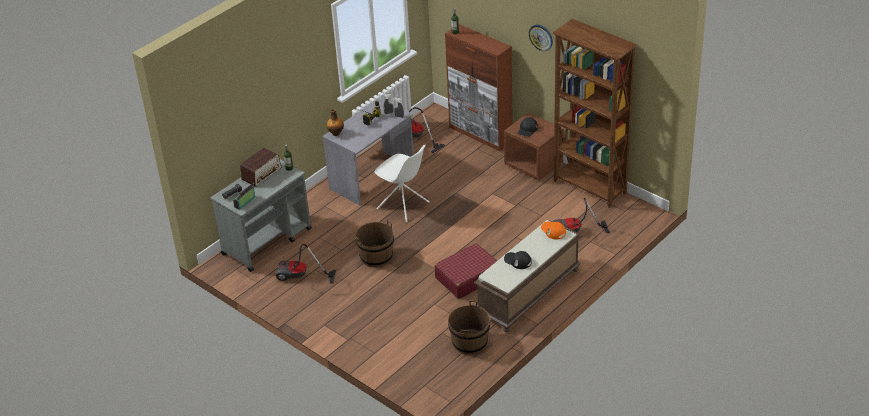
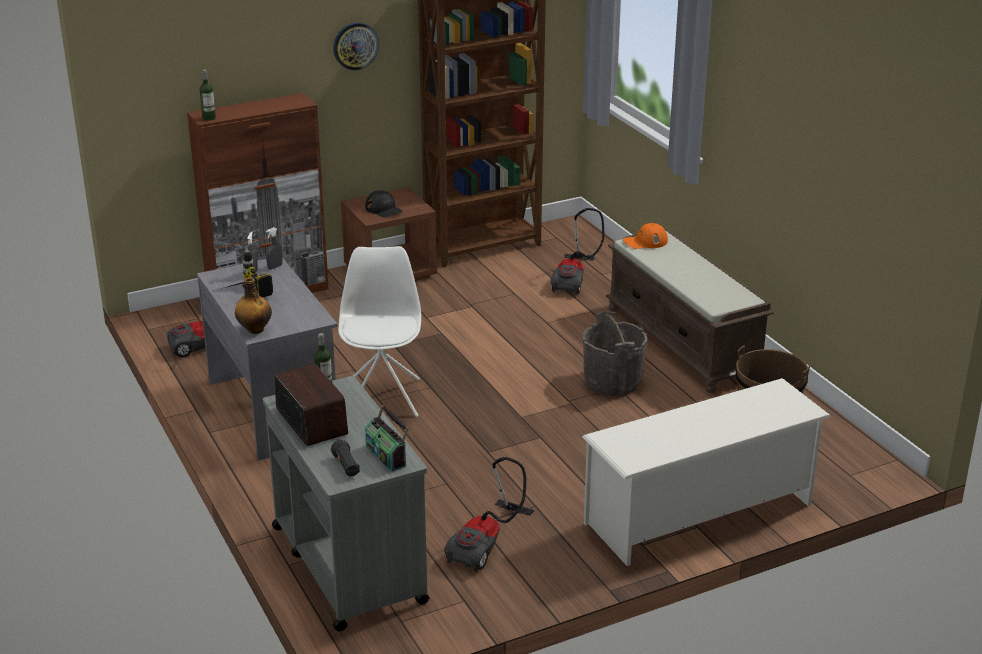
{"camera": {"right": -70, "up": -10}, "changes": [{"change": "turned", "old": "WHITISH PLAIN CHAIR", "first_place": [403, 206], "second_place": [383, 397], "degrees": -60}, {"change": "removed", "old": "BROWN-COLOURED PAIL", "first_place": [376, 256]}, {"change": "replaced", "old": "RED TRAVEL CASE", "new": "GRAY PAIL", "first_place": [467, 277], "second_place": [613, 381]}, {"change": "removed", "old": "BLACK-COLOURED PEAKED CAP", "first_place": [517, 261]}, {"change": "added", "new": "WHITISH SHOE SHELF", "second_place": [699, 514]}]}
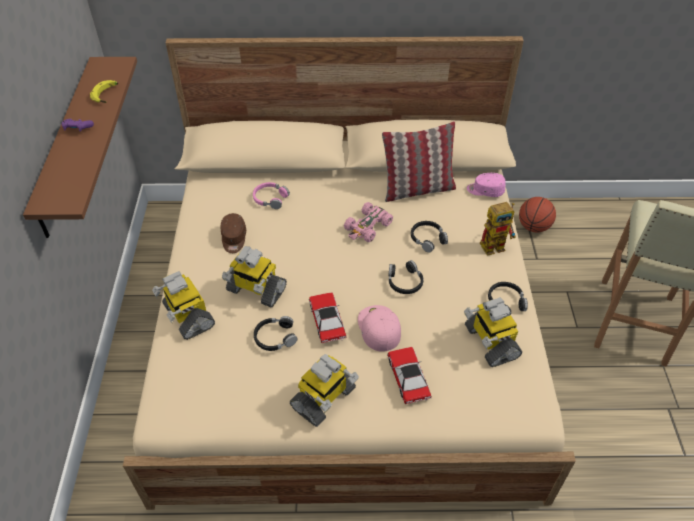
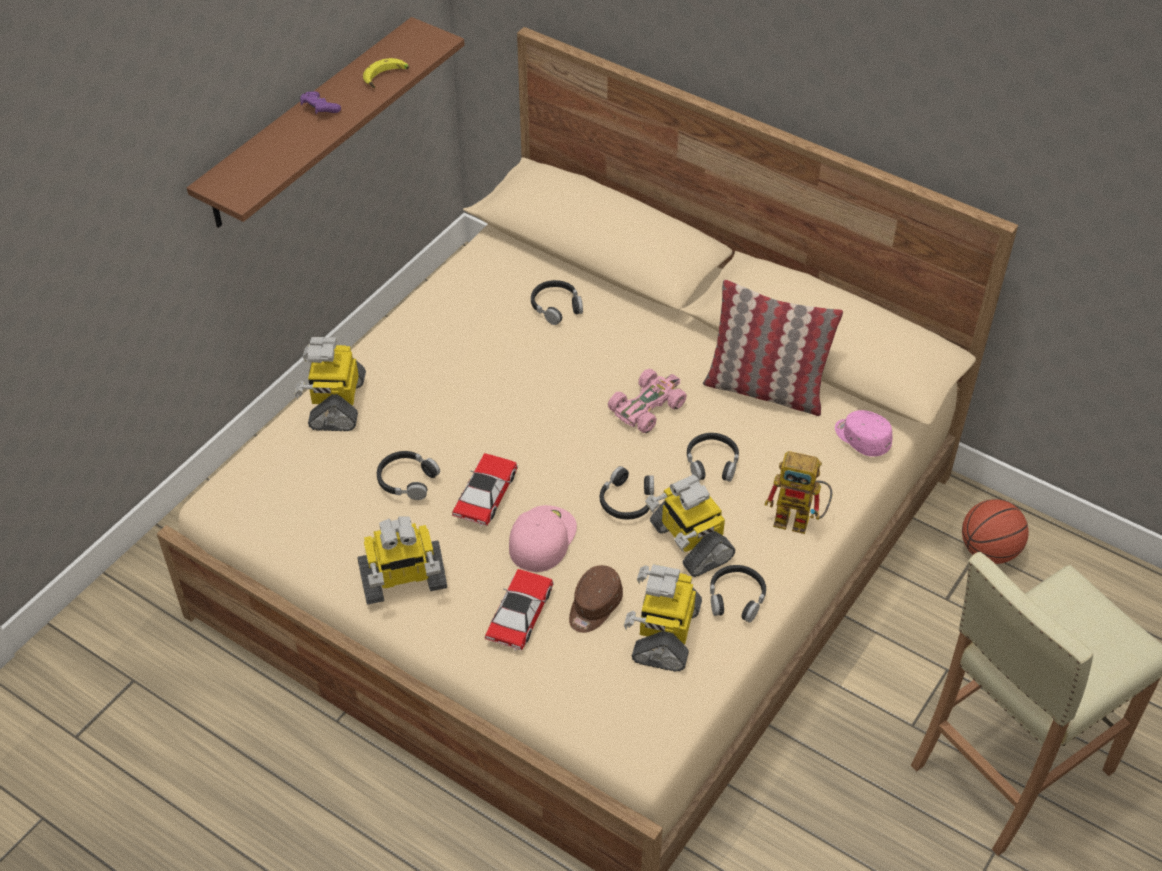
{"camera": {"right": 35, "up": 0}, "changes": [{"change": "recoloured", "old": "PINK-COLOURED HEADPHONES", "new": "BLACK-COLOURED HEADPHONES", "first_place": [270, 198], "second_place": [556, 306]}, {"change": "turned", "old": "PINK-COLOURED MINIATURE CAR", "first_place": [368, 227], "second_place": [647, 406], "degrees": 150}, {"change": "moved", "old": "BROWN-COLOURED PEAKED CAP", "first_place": [234, 238], "second_place": [594, 607]}, {"change": "moved", "old": "MODEL ROBOT", "first_place": [255, 290], "second_place": [689, 542]}]}
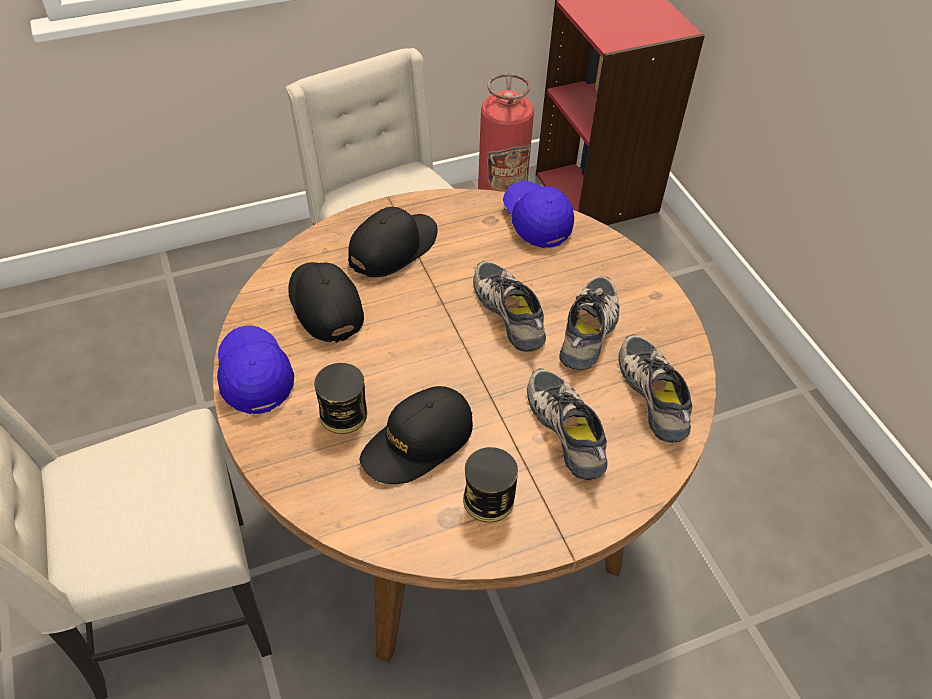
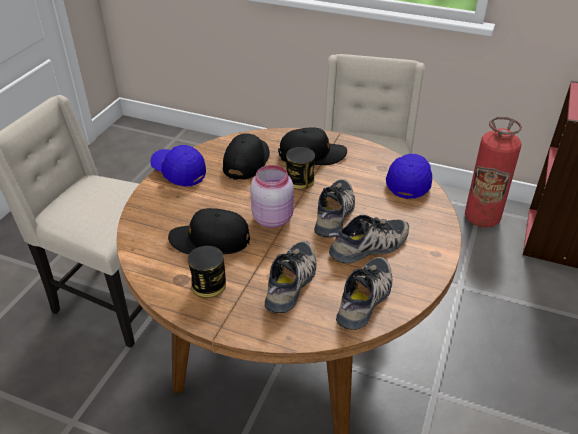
{"camera": {"right": 45, "up": -10}, "changes": [{"change": "turned", "old": "BLUISH PEAKED CAP", "first_place": [254, 376], "second_place": [179, 172], "degrees": -75}, {"change": "moved", "old": "CAN", "first_place": [343, 414], "second_place": [300, 180]}, {"change": "added", "new": "PINK-COLOURED PRESERVE JAR", "second_place": [273, 218]}]}
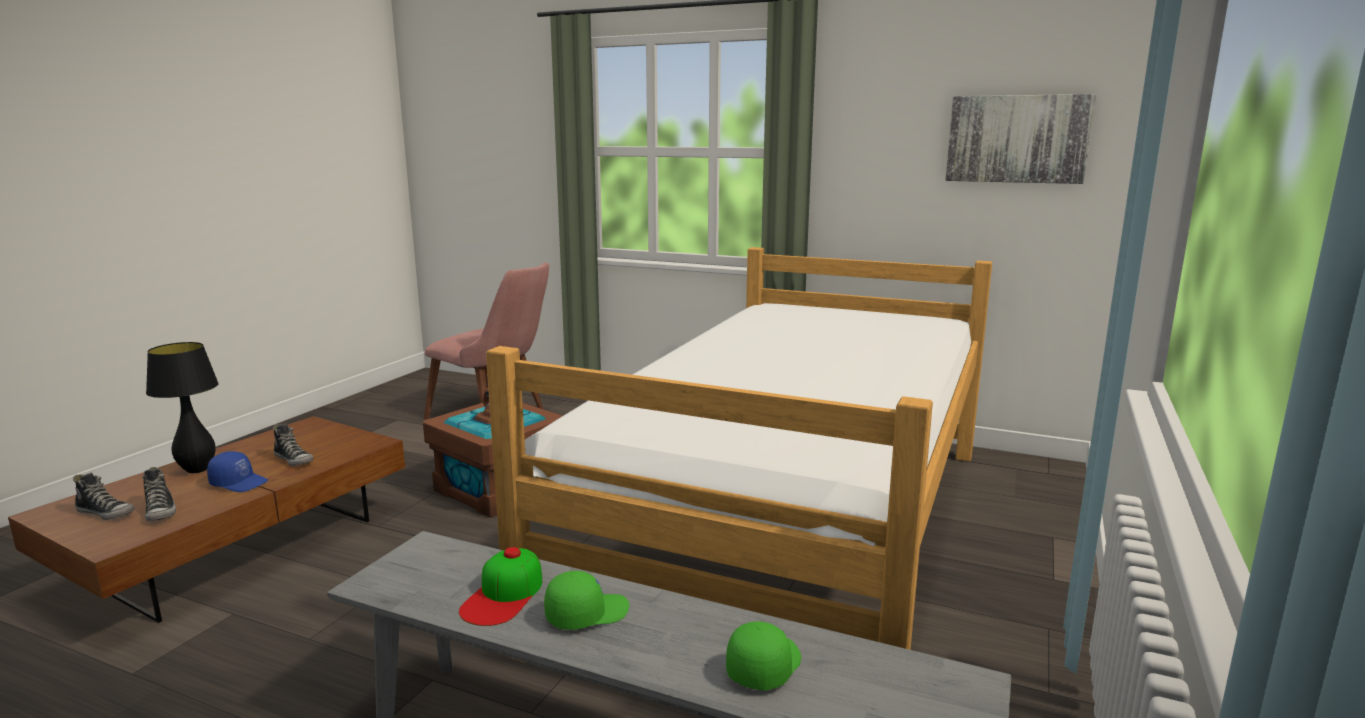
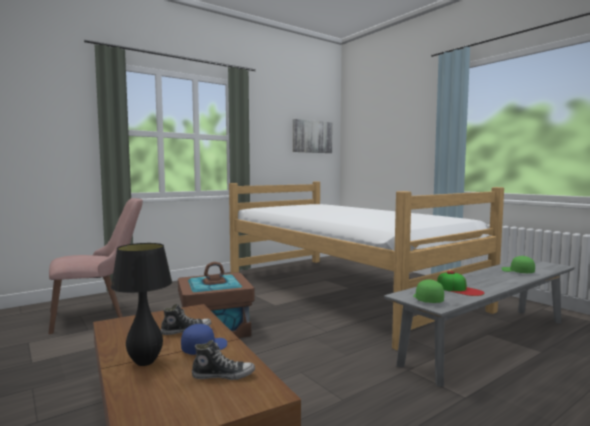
{"camera": {"right": -60, "up": -10}, "changes": [{"change": "removed", "old": "ITEM OF FOOTWEAR", "first_place": [106, 513]}, {"change": "moved", "old": "GREENISH PEAKED CAP", "first_place": [586, 613], "second_place": [427, 299]}]}
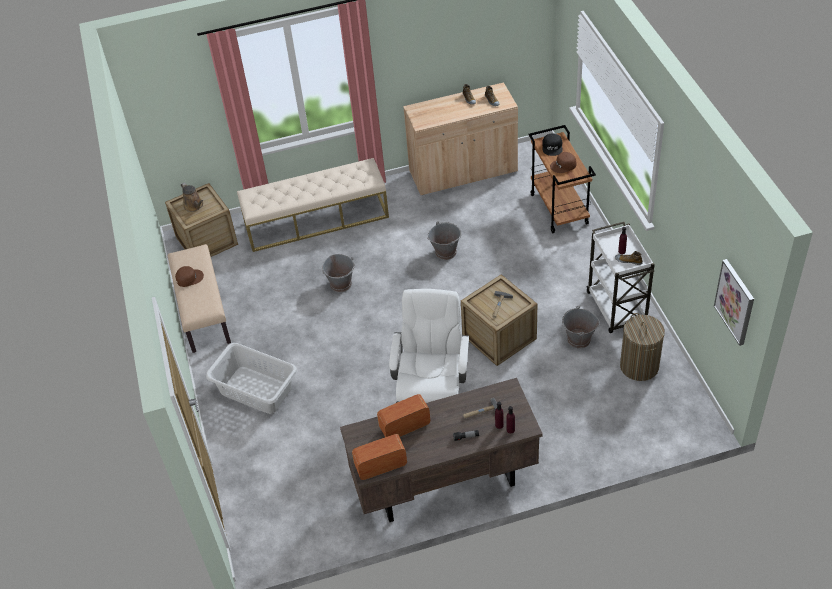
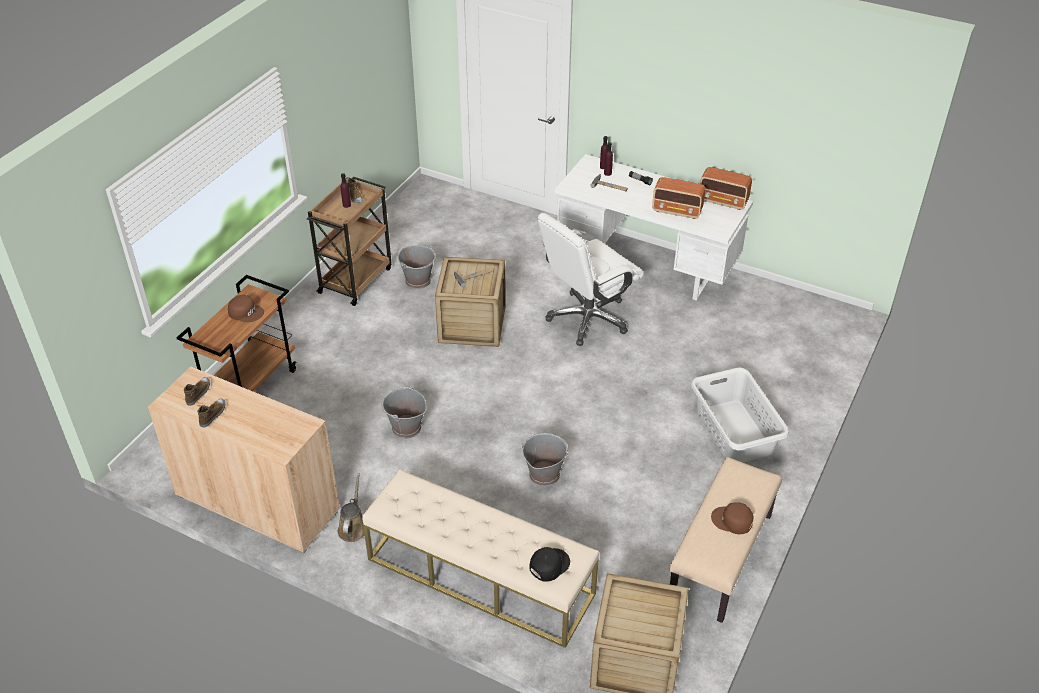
{"camera": {"right": -140, "up": -5}, "changes": [{"change": "moved", "old": "BLACK-COLOURED PEAKED CAP", "first_place": [552, 147], "second_place": [549, 564]}, {"change": "moved", "old": "BROWN-COLOURED WATERING POT", "first_place": [194, 206], "second_place": [353, 527]}, {"change": "recoloured", "old": "WHITISH WHEELED CART", "new": "BROWN-COLOURED WHEELED CART", "first_place": [617, 309], "second_place": [356, 279]}, {"change": "removed", "old": "PICTURE", "first_place": [735, 302]}, {"change": "removed", "old": "LAUNDRY BASKET", "first_place": [639, 366]}, {"change": "recoloured", "old": "BROWN-COLOURED DESK TABLE", "new": "WHITISH DESK TABLE", "first_place": [443, 483], "second_place": [647, 266]}]}
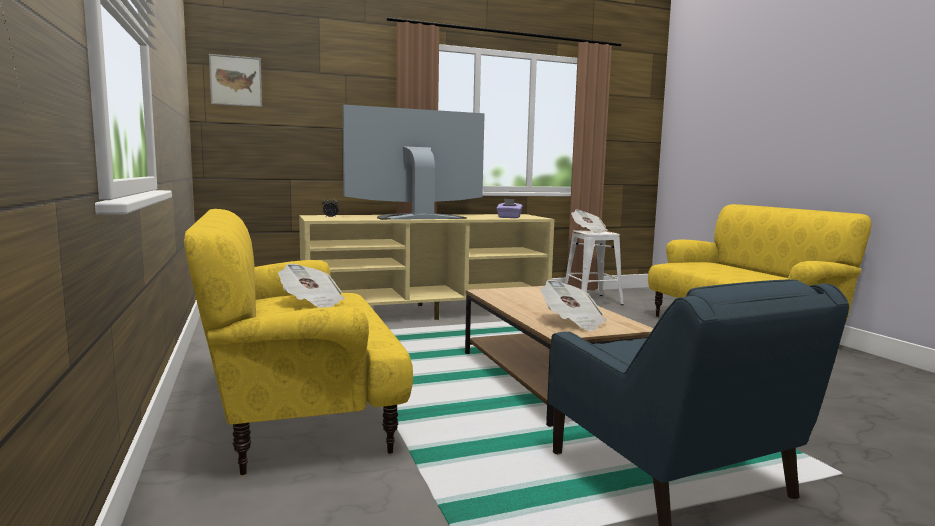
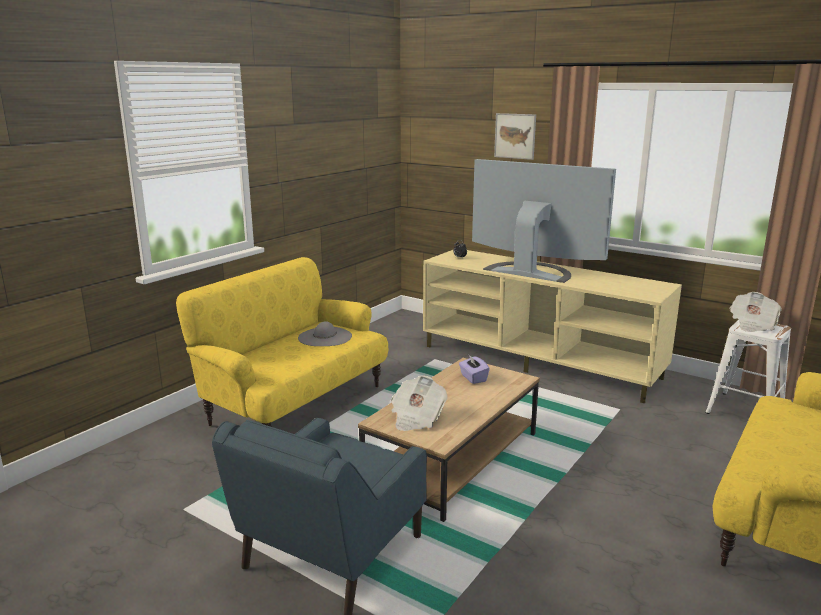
{"camera": {"right": 55, "up": 10}, "changes": [{"change": "moved", "old": "PICTURE", "first_place": [236, 81], "second_place": [515, 136]}, {"change": "moved", "old": "PURPLE TISSUE BOX", "first_place": [509, 217], "second_place": [473, 378]}, {"change": "replaced", "old": "NEWSPAPER", "new": "GRAY HAT", "first_place": [312, 303], "second_place": [325, 337]}]}
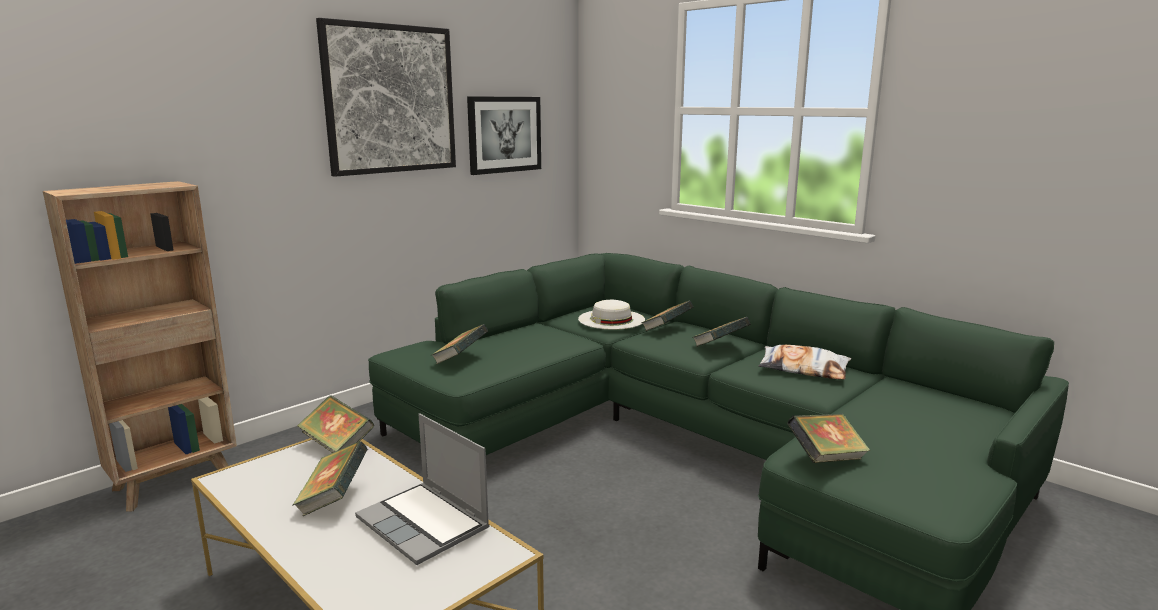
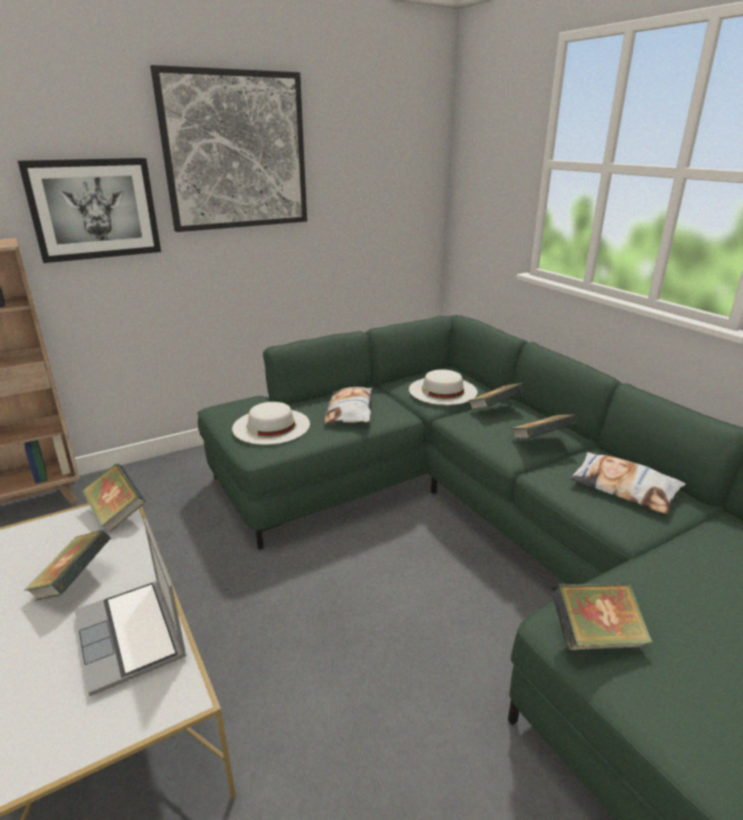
{"camera": {"right": 15, "up": 10}, "changes": [{"change": "moved", "old": "PICTURE", "first_place": [504, 134], "second_place": [94, 209]}, {"change": "replaced", "old": "BOOK", "new": "WHITISH HAT", "first_place": [460, 359], "second_place": [271, 426]}, {"change": "added", "new": "CUSHION", "second_place": [351, 411]}]}
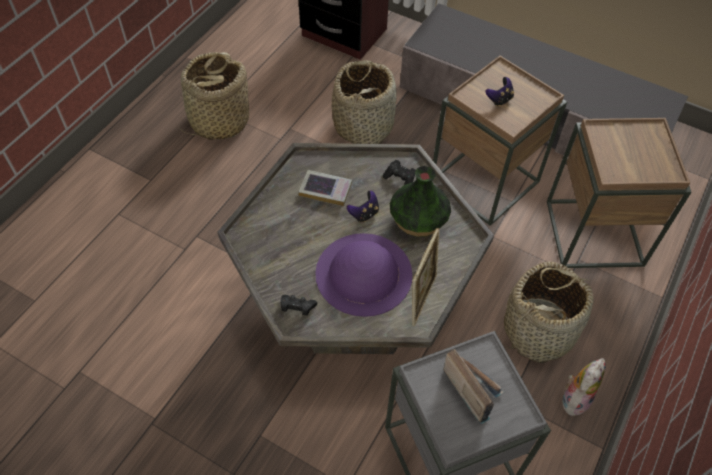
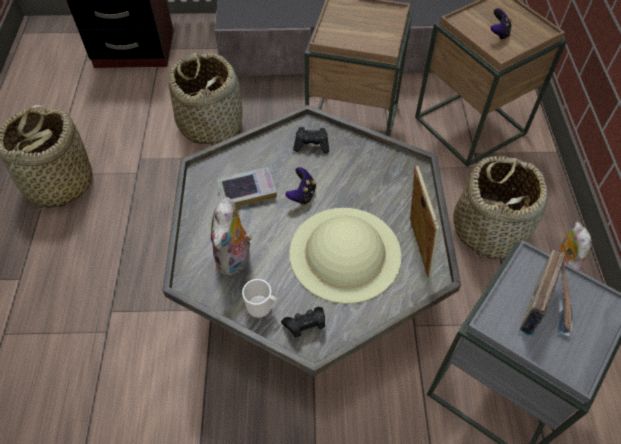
{"camera": {"right": -30, "up": 0}, "changes": [{"change": "moved", "old": "GAMEPAD", "first_place": [499, 99], "second_place": [498, 33]}, {"change": "removed", "old": "VASE", "first_place": [418, 221]}, {"change": "recoloured", "old": "PURPLE HAT", "new": "BEIGE HAT", "first_place": [363, 274], "second_place": [345, 253]}, {"change": "turned", "old": "RADIO", "first_place": [471, 388], "second_place": [547, 307], "degrees": 90}, {"change": "added", "new": "PLUSH TOY", "second_place": [235, 259]}, {"change": "added", "new": "TEA MUG", "second_place": [262, 307]}]}
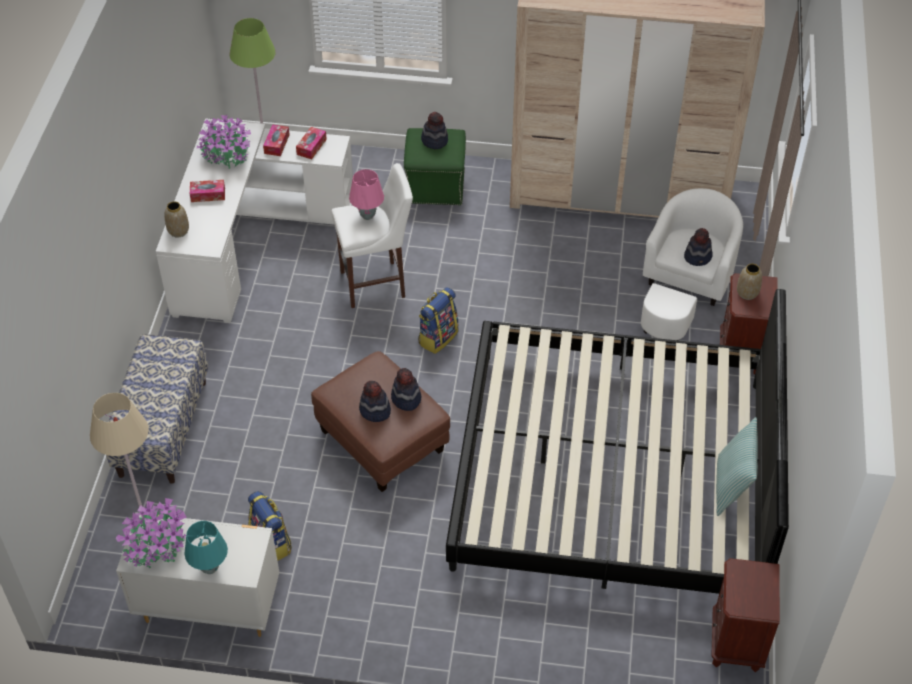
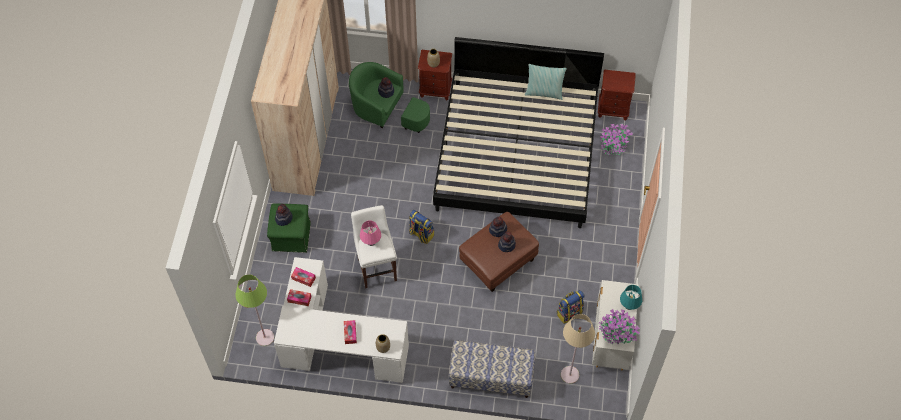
{"camera": {"right": -90, "up": 10}, "changes": [{"change": "moved", "old": "PLANT IN A POT", "first_place": [227, 156], "second_place": [614, 145]}, {"change": "recoloured", "old": "WHITISH ARMCHAIR", "new": "GREENISH ARMCHAIR", "first_place": [684, 289], "second_place": [386, 111]}]}
